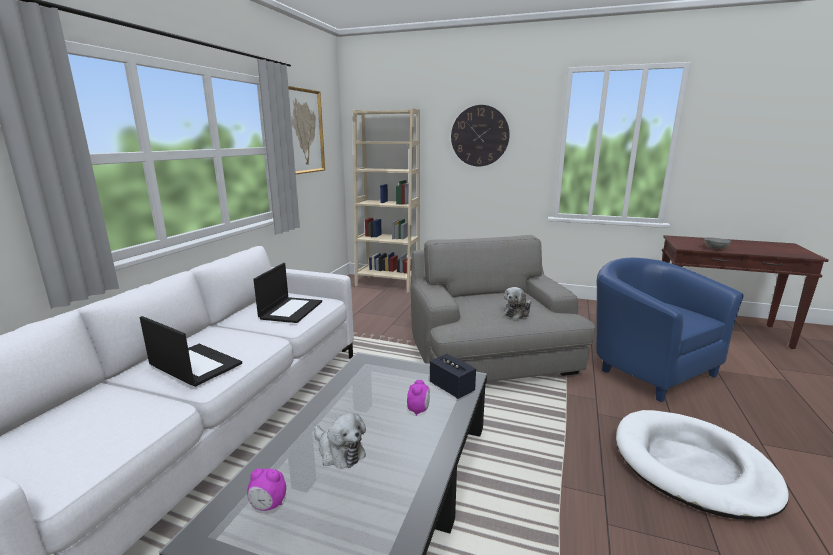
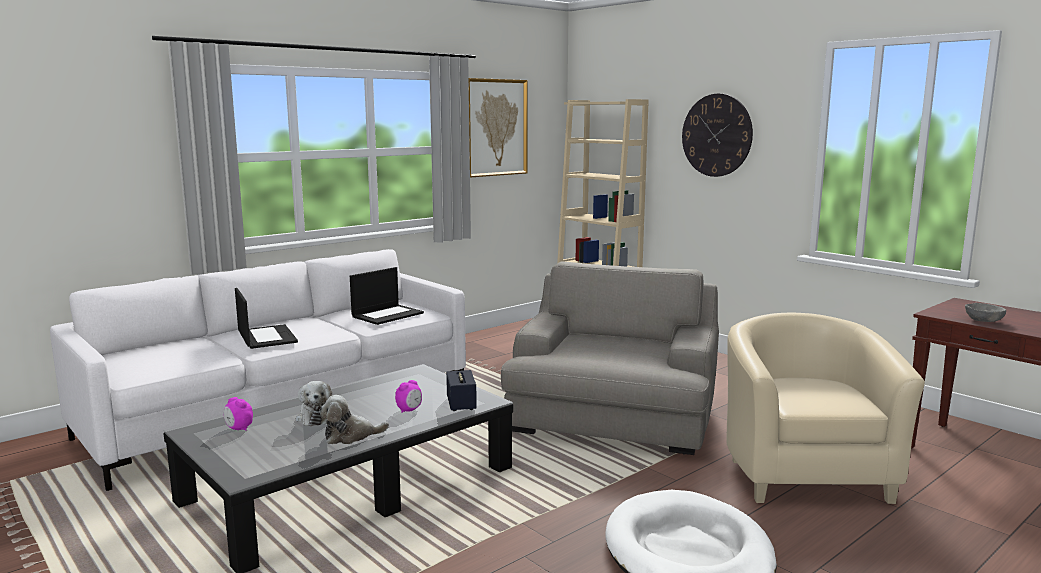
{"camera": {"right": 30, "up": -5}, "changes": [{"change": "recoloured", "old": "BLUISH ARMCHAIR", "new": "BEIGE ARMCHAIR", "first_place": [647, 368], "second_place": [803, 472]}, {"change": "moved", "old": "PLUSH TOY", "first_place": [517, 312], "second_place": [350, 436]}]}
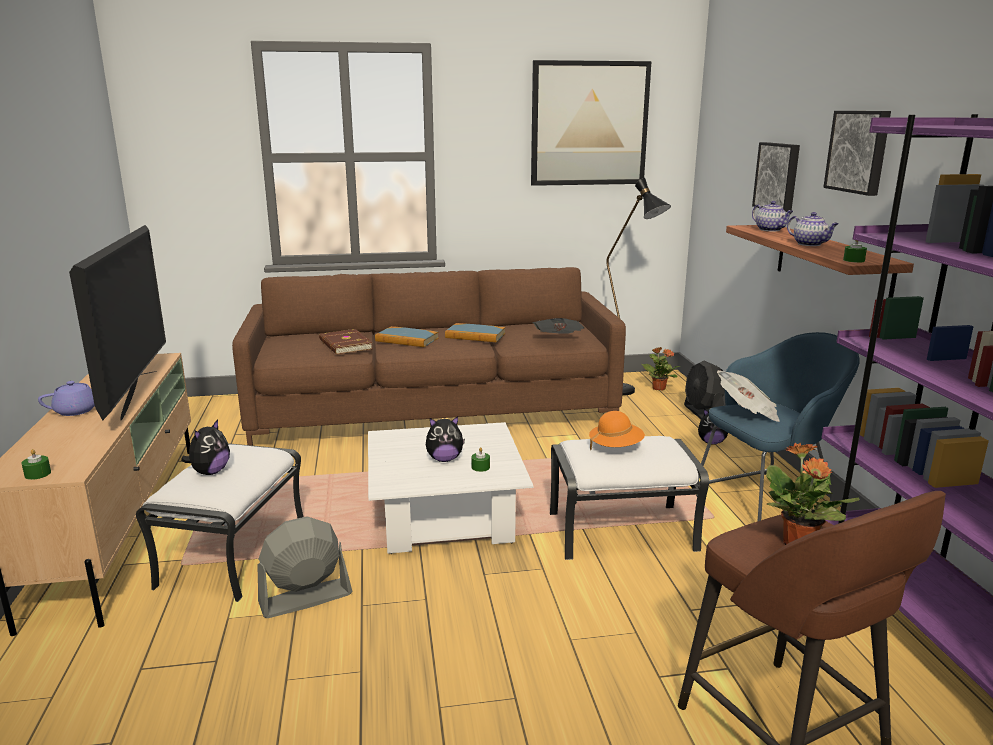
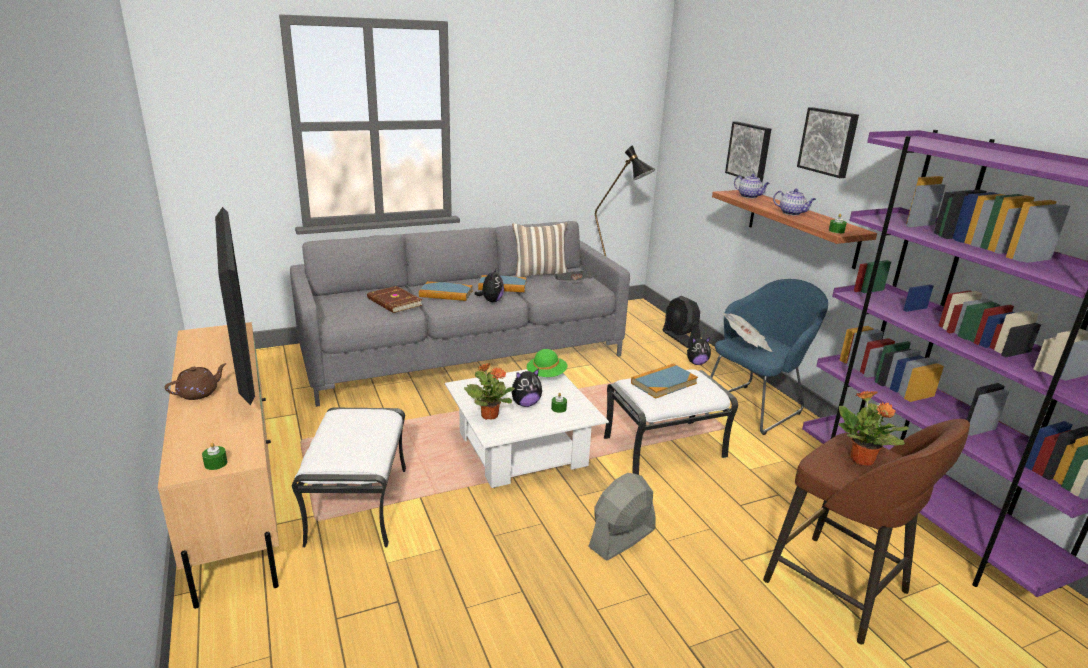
{"camera": {"right": -15, "up": 5}, "changes": [{"change": "removed", "old": "PICTURE", "first_place": [589, 124]}, {"change": "recoloured", "old": "BROWN-COLOURED SOFA", "new": "GRAY SOFA", "first_place": [434, 414], "second_place": [464, 355]}, {"change": "moved", "old": "PLANT IN A POT", "first_place": [658, 388], "second_place": [489, 415]}, {"change": "recoloured", "old": "PURPLE TEAPOT", "new": "BROWN-COLOURED TEAPOT", "first_place": [77, 410], "second_place": [199, 393]}, {"change": "replaced", "old": "ORANGE-COLOURED HAT", "new": "BOOK", "first_place": [615, 447], "second_place": [663, 383]}, {"change": "moved", "old": "PLUSH TOY", "first_place": [210, 472], "second_place": [491, 301]}, {"change": "moved", "old": "GRAY COOLING FAN", "first_place": [305, 598], "second_place": [621, 538]}, {"change": "added", "new": "CUSHION", "second_place": [540, 274]}, {"change": "added", "new": "GREENISH HAT", "second_place": [546, 375]}]}
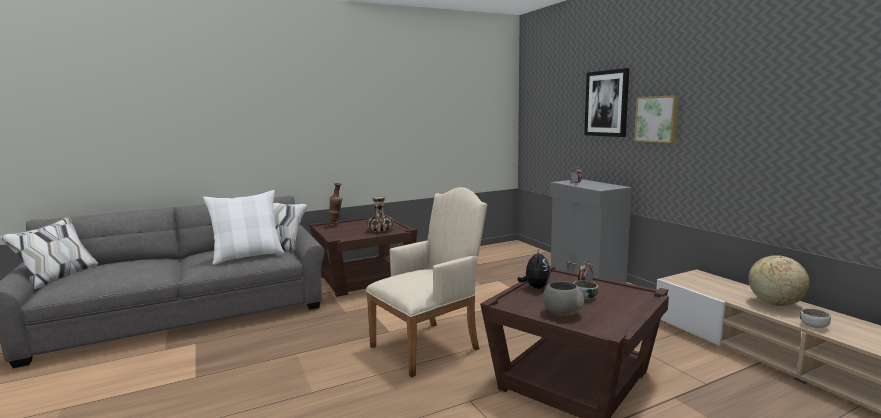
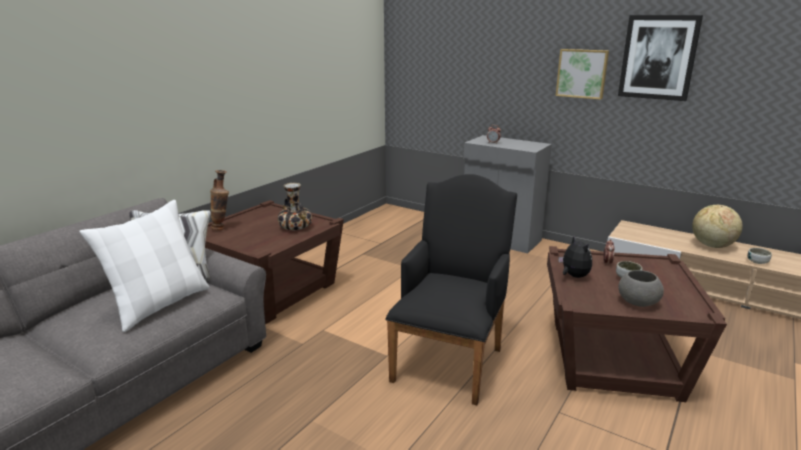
{"camera": {"right": -30, "up": 10}, "changes": [{"change": "moved", "old": "PICTURE", "first_place": [606, 103], "second_place": [658, 57]}, {"change": "recoloured", "old": "BEIGE ARMCHAIR", "new": "BLACK-COLOURED ARMCHAIR", "first_place": [430, 345], "second_place": [450, 360]}]}
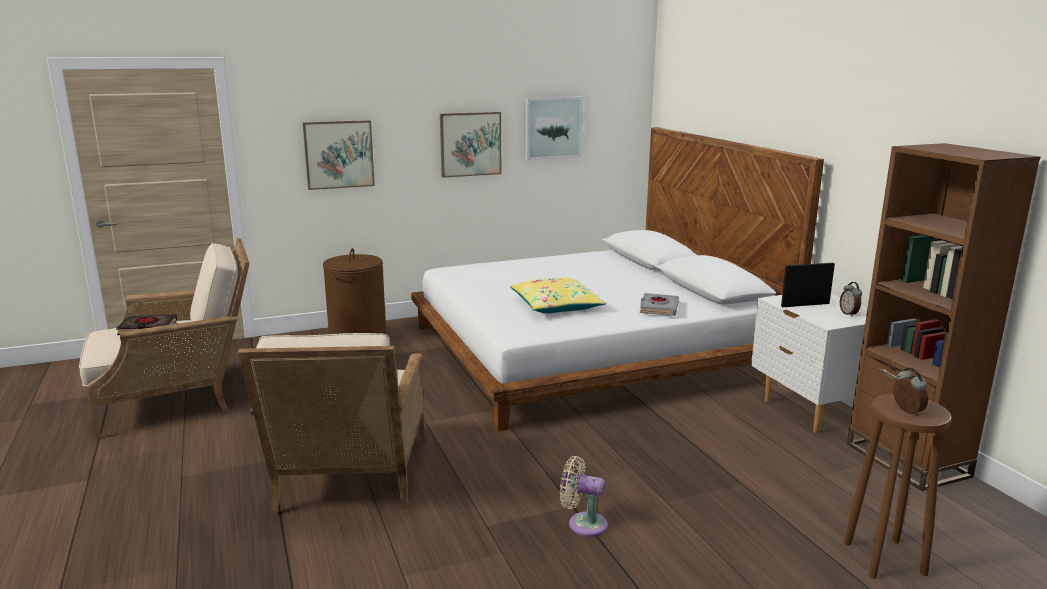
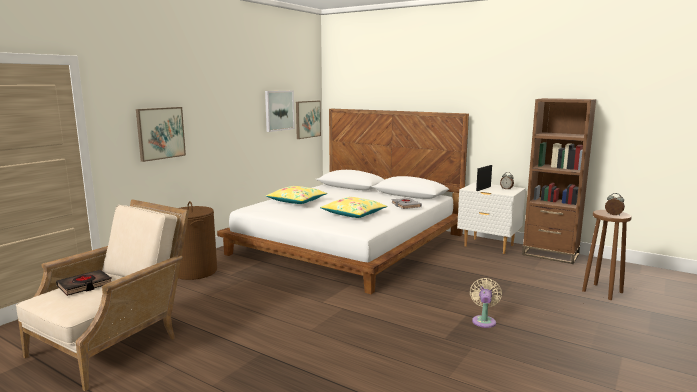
{"camera": {"right": -35, "up": -5}, "changes": [{"change": "moved", "old": "PICTURE", "first_place": [470, 144], "second_place": [307, 119]}, {"change": "removed", "old": "BEIGE ARMCHAIR", "first_place": [348, 482]}, {"change": "turned", "old": "BEIGE COOLING FAN", "first_place": [583, 524], "second_place": [484, 320], "degrees": 120}, {"change": "added", "new": "YELLOW-COLOURED CUSHION", "second_place": [296, 201]}]}
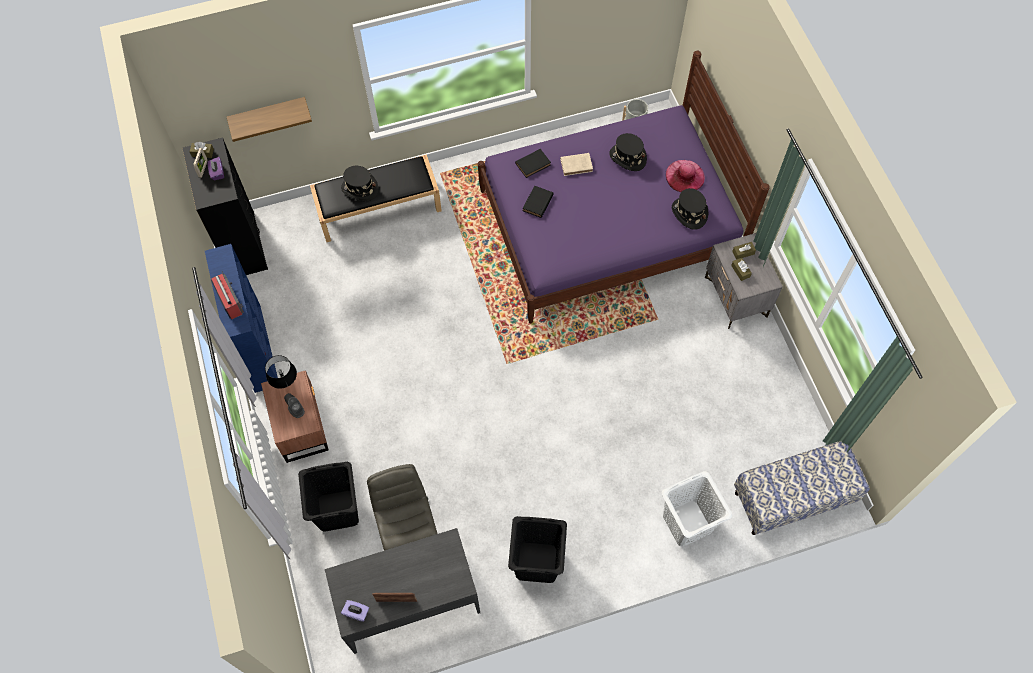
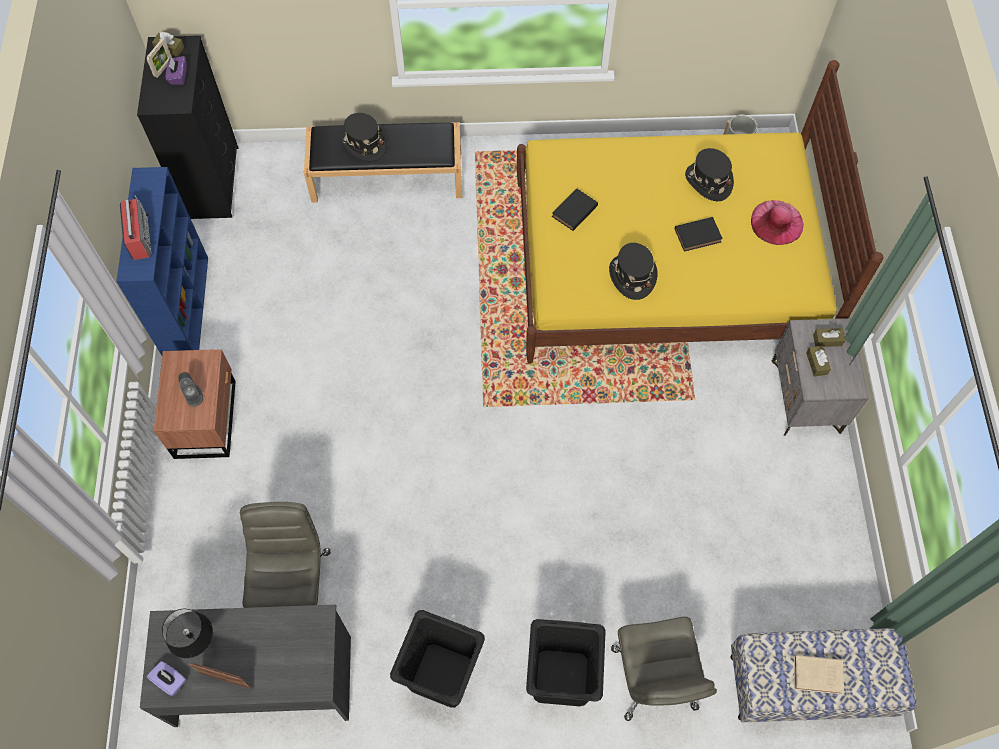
{"camera": {"right": 15, "up": 0}, "changes": [{"change": "recoloured", "old": "PURPLE BED", "new": "YELLOW-COLOURED BED", "first_place": [608, 226], "second_place": [664, 266]}, {"change": "removed", "old": "SHELF", "first_place": [268, 114]}, {"change": "moved", "old": "BLACK-COLOURED BOOK", "first_place": [533, 164], "second_place": [699, 235]}, {"change": "moved", "old": "BEIGE BOOK", "first_place": [577, 165], "second_place": [819, 675]}, {"change": "moved", "old": "BLACK-COLOURED HAT", "first_place": [689, 213], "second_place": [631, 276]}, {"change": "moved", "old": "BLACK-COLOURED TABLETOP LAMP", "first_place": [286, 385], "second_place": [199, 643]}, {"change": "moved", "old": "BLACK-COLOURED LAUNDRY BASKET", "first_place": [337, 511], "second_place": [560, 677]}, {"change": "replaced", "old": "WHITISH LAUNDRY BASKET", "new": "GRAY OFFICE CHAIR", "first_place": [687, 523], "second_place": [654, 679]}]}
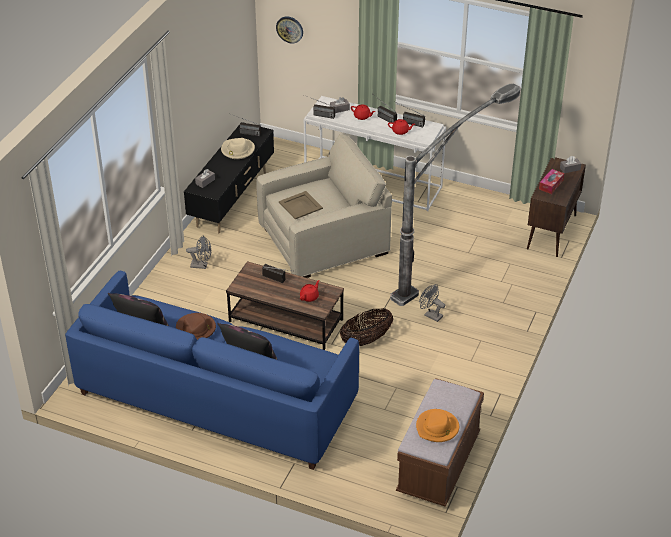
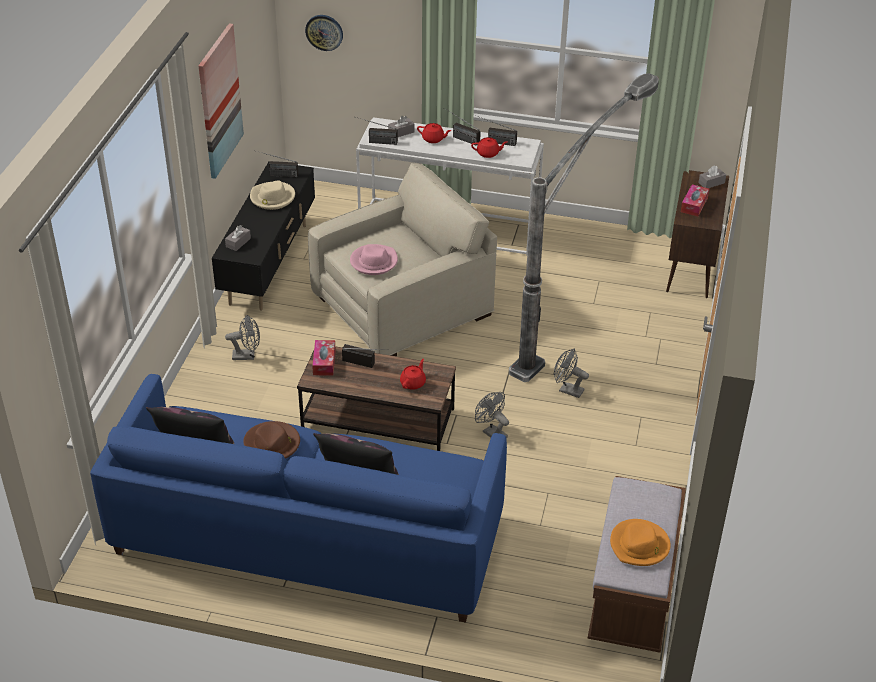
{"camera": {"right": -10, "up": 0}, "changes": [{"change": "replaced", "old": "BEIGE TRAY", "new": "PINK-COLOURED HAT", "first_place": [300, 205], "second_place": [373, 262]}, {"change": "replaced", "old": "BASKET", "new": "GRAY COOLING FAN", "first_place": [366, 340], "second_place": [491, 432]}, {"change": "added", "new": "PICTURE", "second_place": [219, 101]}, {"change": "added", "new": "TISSUE BOX", "second_place": [324, 362]}]}
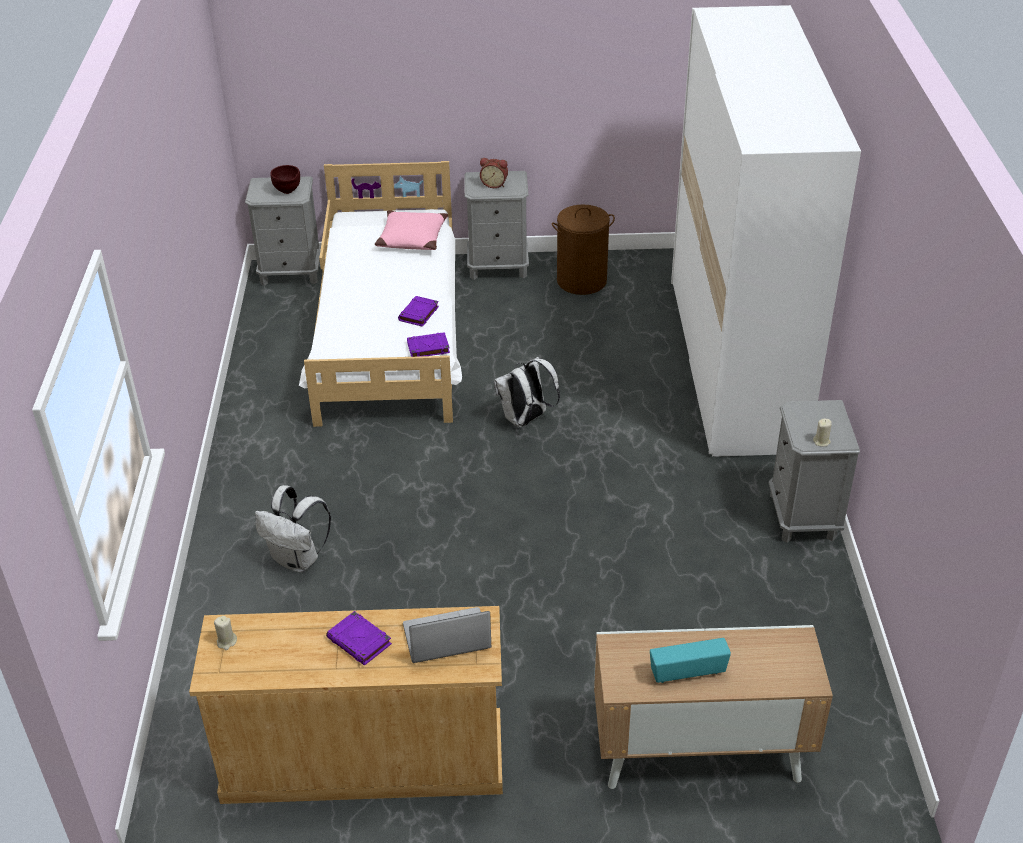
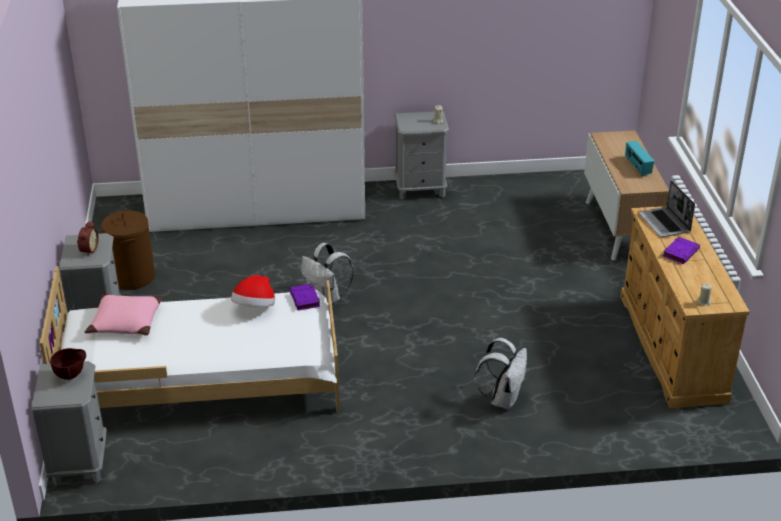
{"camera": {"right": -95, "up": -5}, "changes": [{"change": "replaced", "old": "PURPLE BOOK", "new": "HAT", "first_place": [418, 314], "second_place": [255, 308]}]}
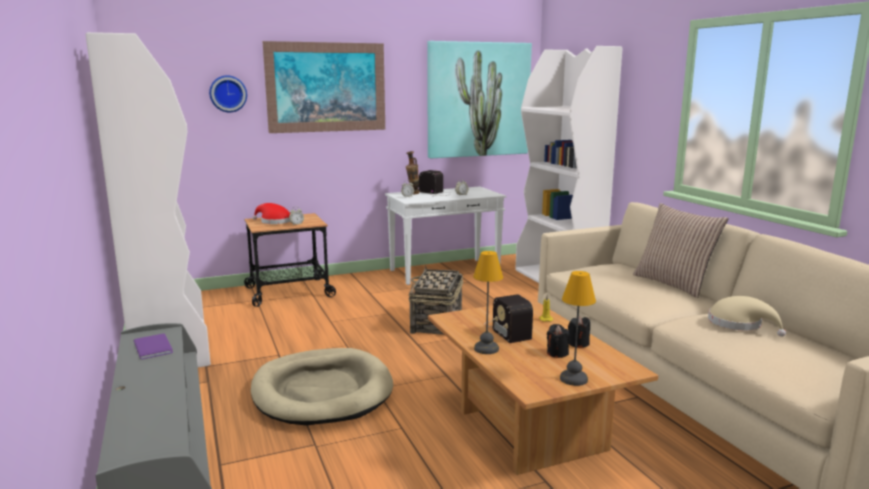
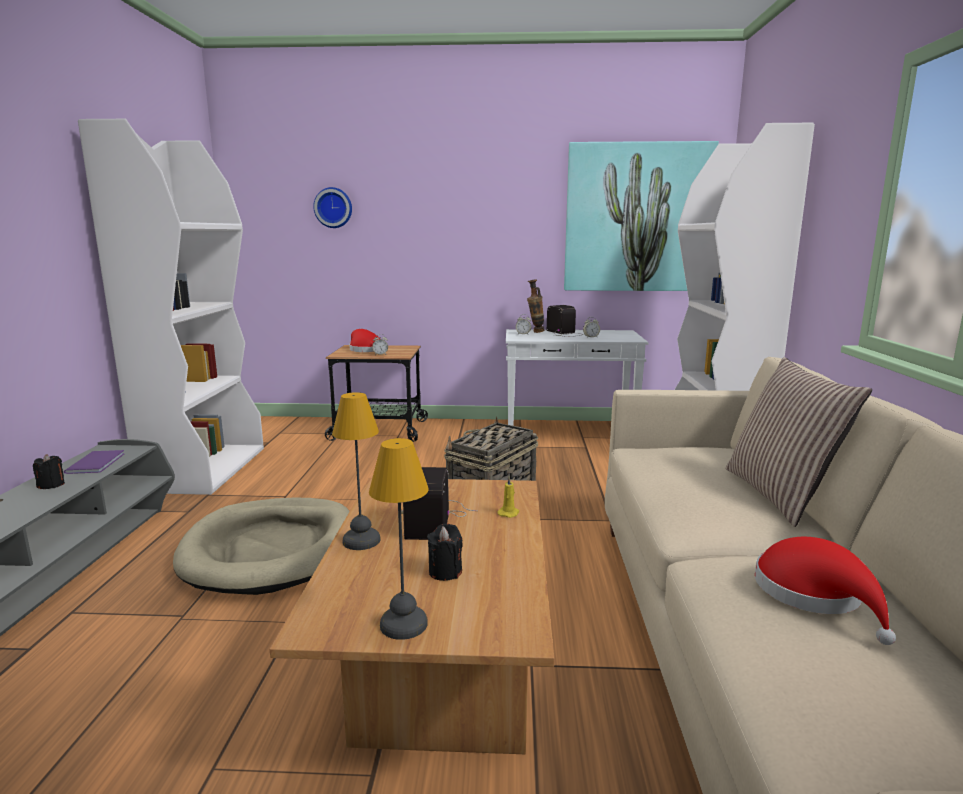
{"camera": {"right": 25, "up": 0}, "changes": [{"change": "removed", "old": "PICTURE", "first_place": [326, 87]}, {"change": "recoloured", "old": "BEIGE HAT", "new": "RED HAT", "first_place": [739, 324], "second_place": [814, 595]}, {"change": "moved", "old": "BLACK-COLOURED WAX CANDLE", "first_place": [578, 344], "second_place": [51, 485]}]}
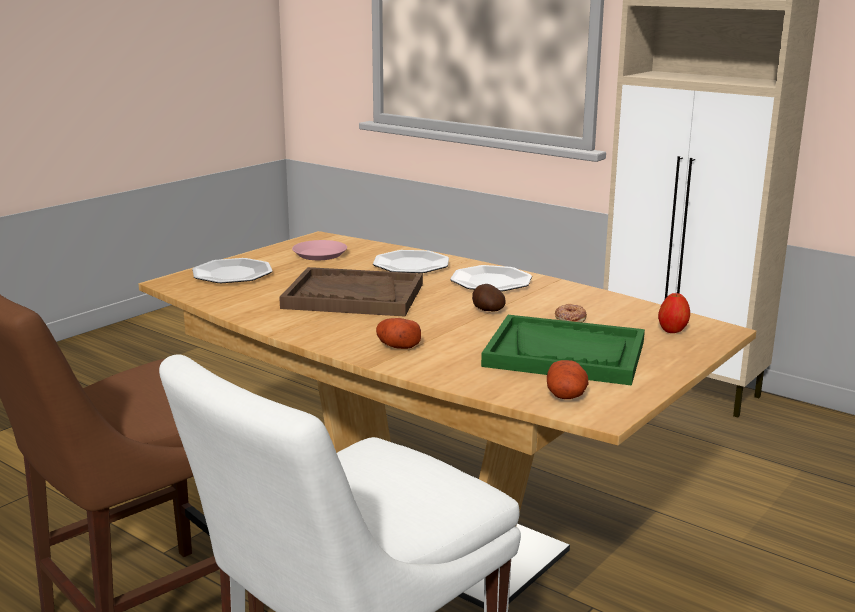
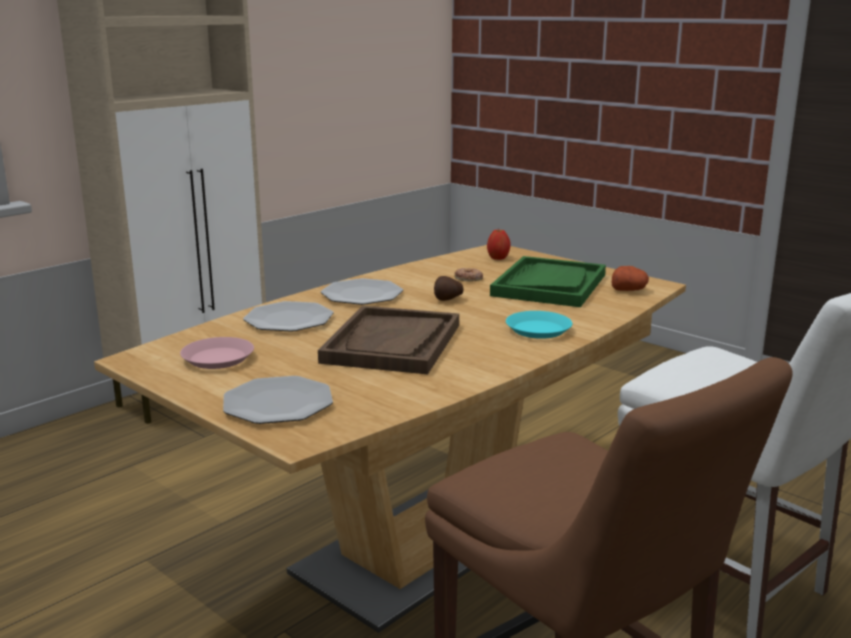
{"camera": {"right": -85, "up": 0}, "changes": [{"change": "replaced", "old": "SPUD", "new": "TURQUOISE FLAT DISH", "first_place": [397, 346], "second_place": [538, 330]}]}
